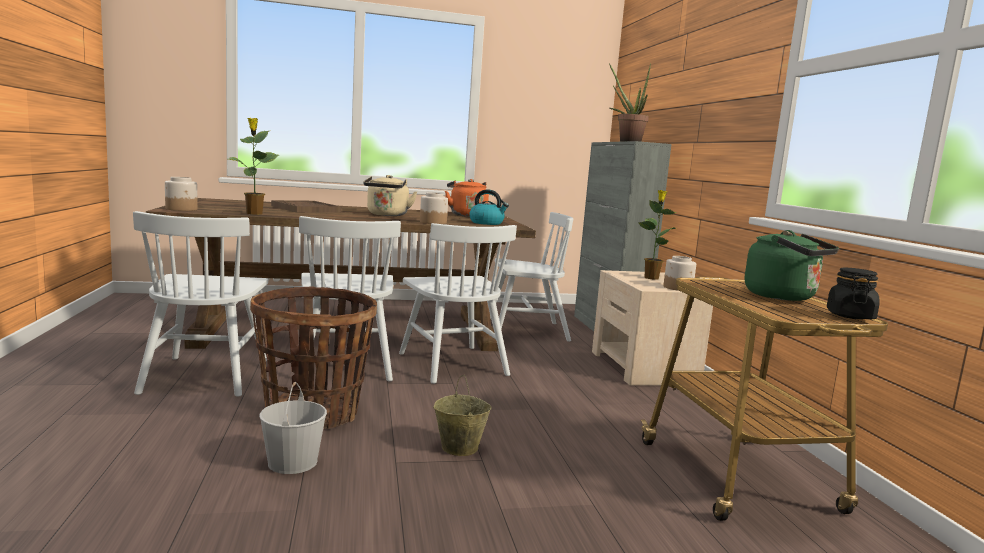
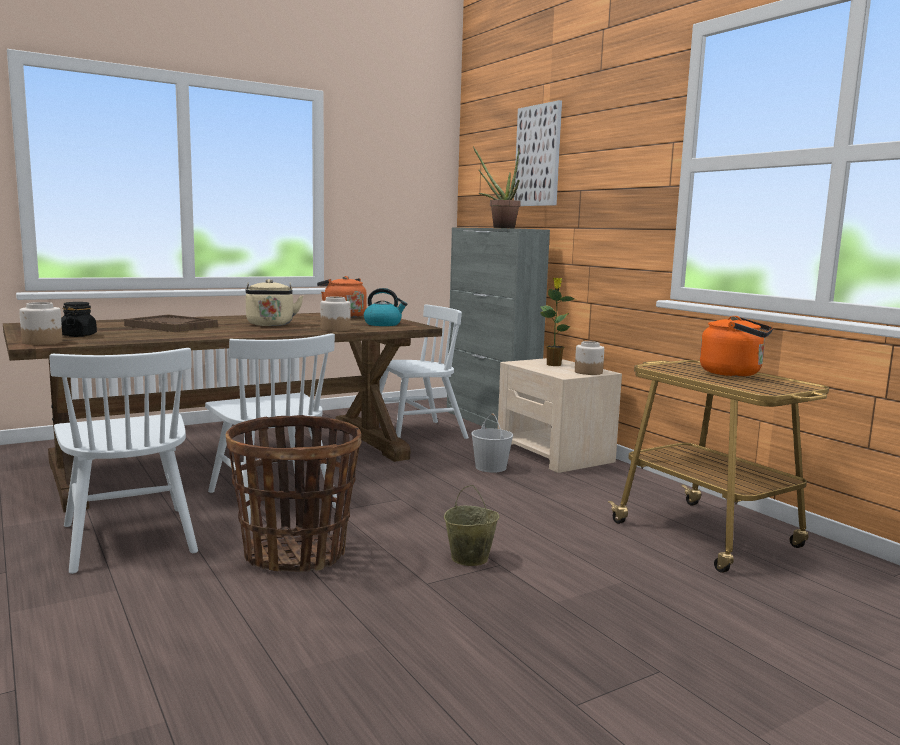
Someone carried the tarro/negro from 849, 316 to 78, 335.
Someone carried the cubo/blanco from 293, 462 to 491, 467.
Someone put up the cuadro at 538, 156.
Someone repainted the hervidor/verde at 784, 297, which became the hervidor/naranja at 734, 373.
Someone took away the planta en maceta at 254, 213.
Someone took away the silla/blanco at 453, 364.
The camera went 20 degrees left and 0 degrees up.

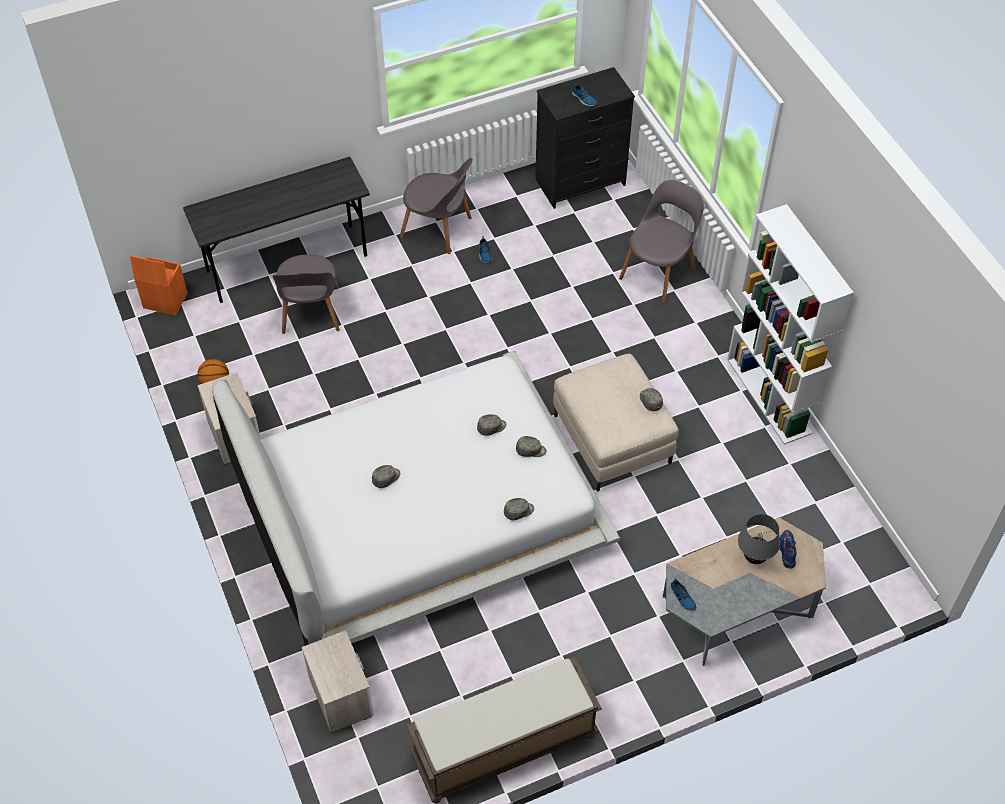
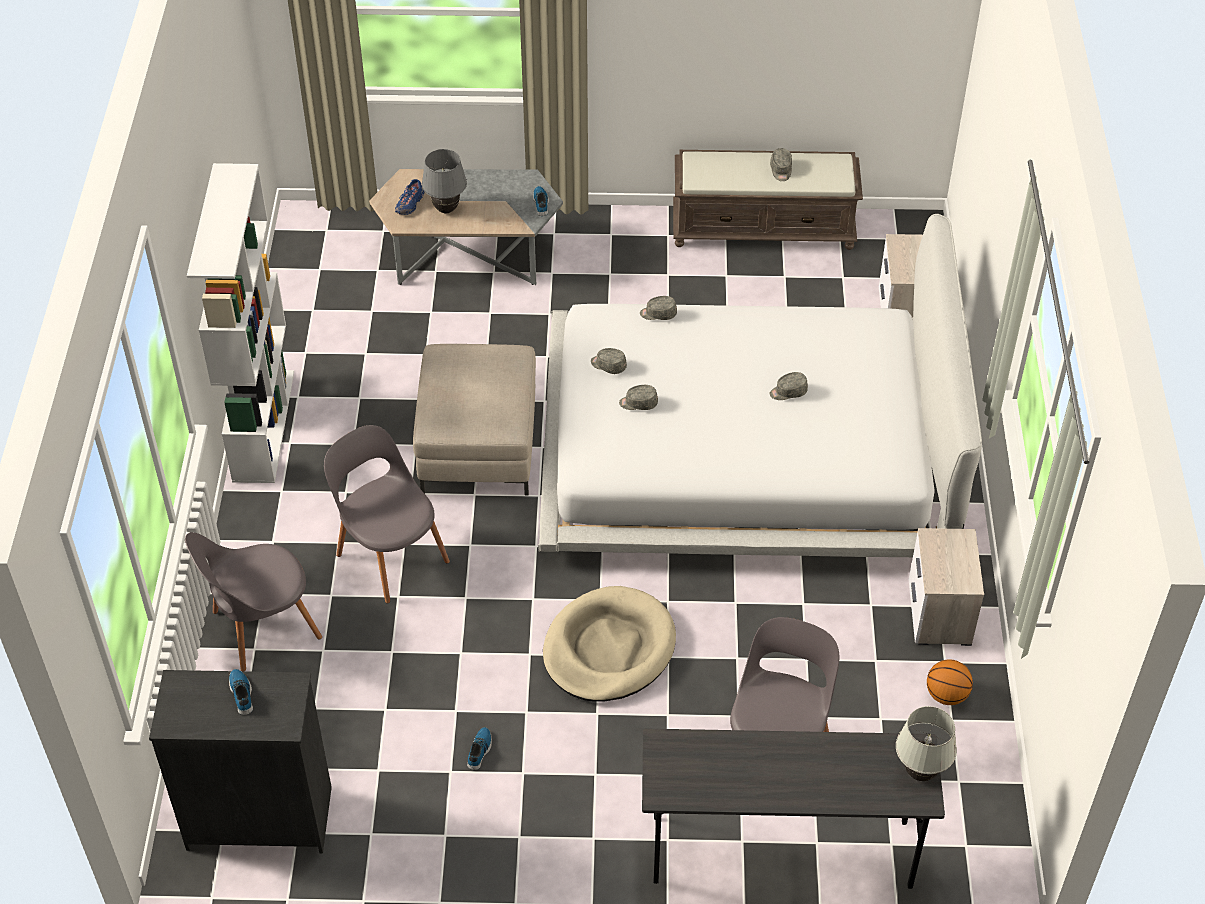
Someone carried the silla/gris from 438, 229 to 390, 554.
Someone put down the cama para perro/beis at 608, 648.
Someone carried the gorra/gris from 650, 401 to 781, 170.
Someone put down the lámpara de mesa/blanco at 919, 773.
Someone took away the caja de almacenaje/naranja at 164, 301.
The camera went 155 degrees left and 5 degrees down.

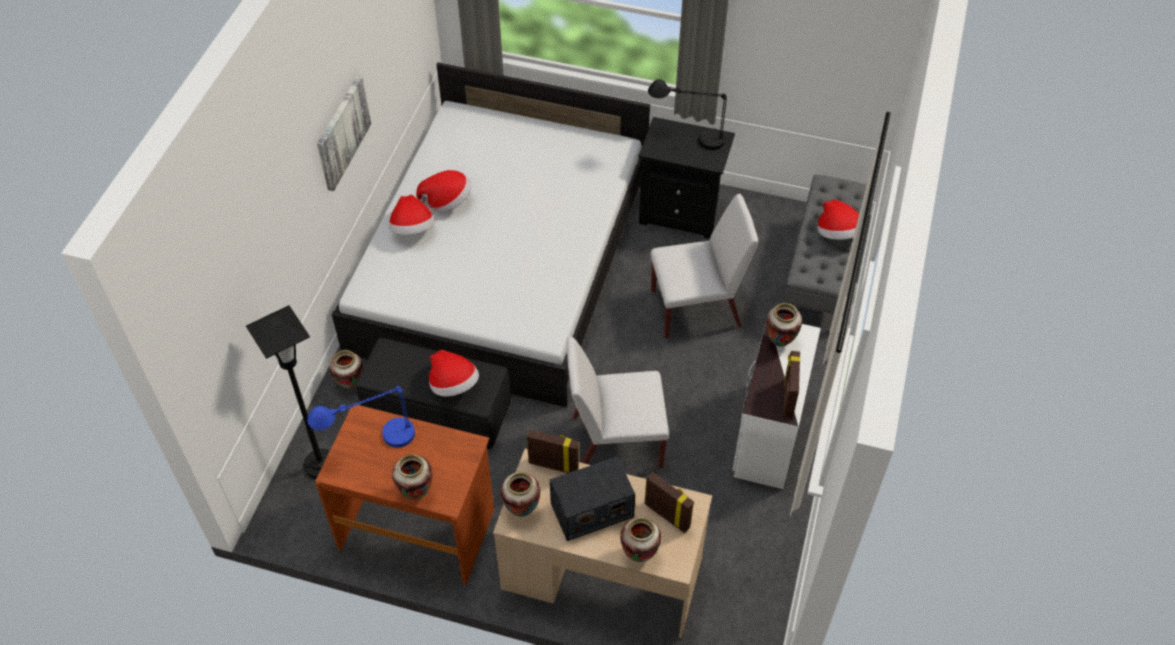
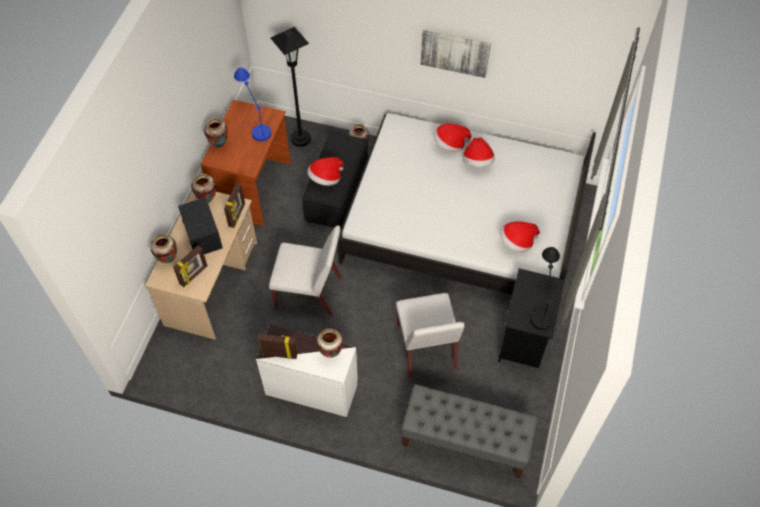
Someone rotated the silla/blanco at 615, 442 by 105 degrees clockwise.
Someone carried the sombrero from 837, 234 to 516, 242.
The camera went 90 degrees right and 5 degrees up.

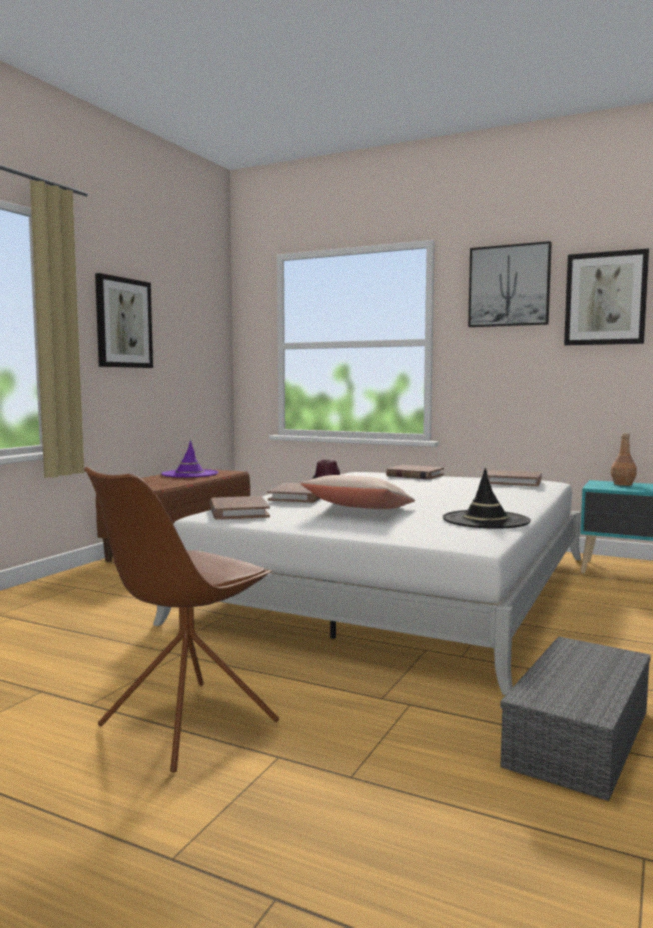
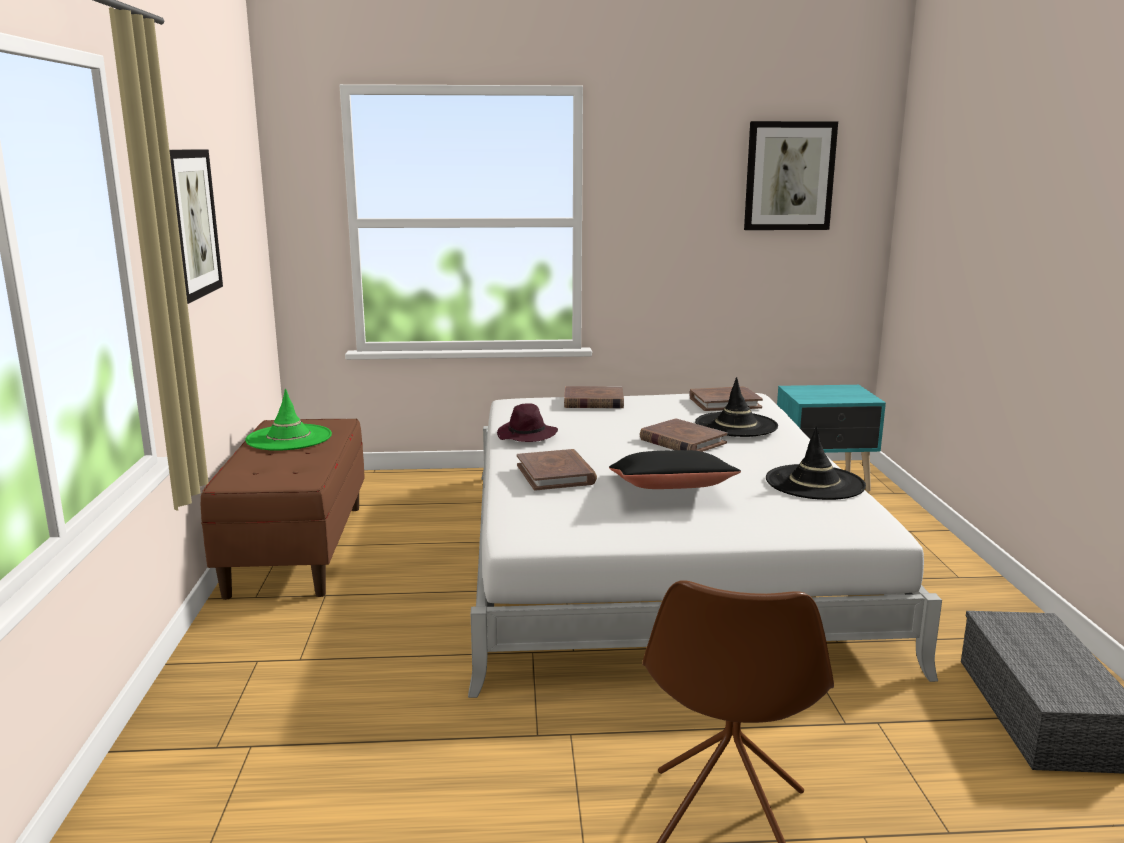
Someone repainted the sombrero/morado at 190, 474, which became the sombrero/verde at 289, 438.
Someone repainted the cojín/beis at 359, 510, which became the cojín/negro at 670, 490.
Someone carried the libro/marrón from 238, 512 to 682, 441.
Someone put down the sombrero/negro at 736, 425.
Someone took away the cuadro at 509, 286.
Someone took away the botella/marrón at 622, 484.
The camera went 30 degrees left and 10 degrees up.

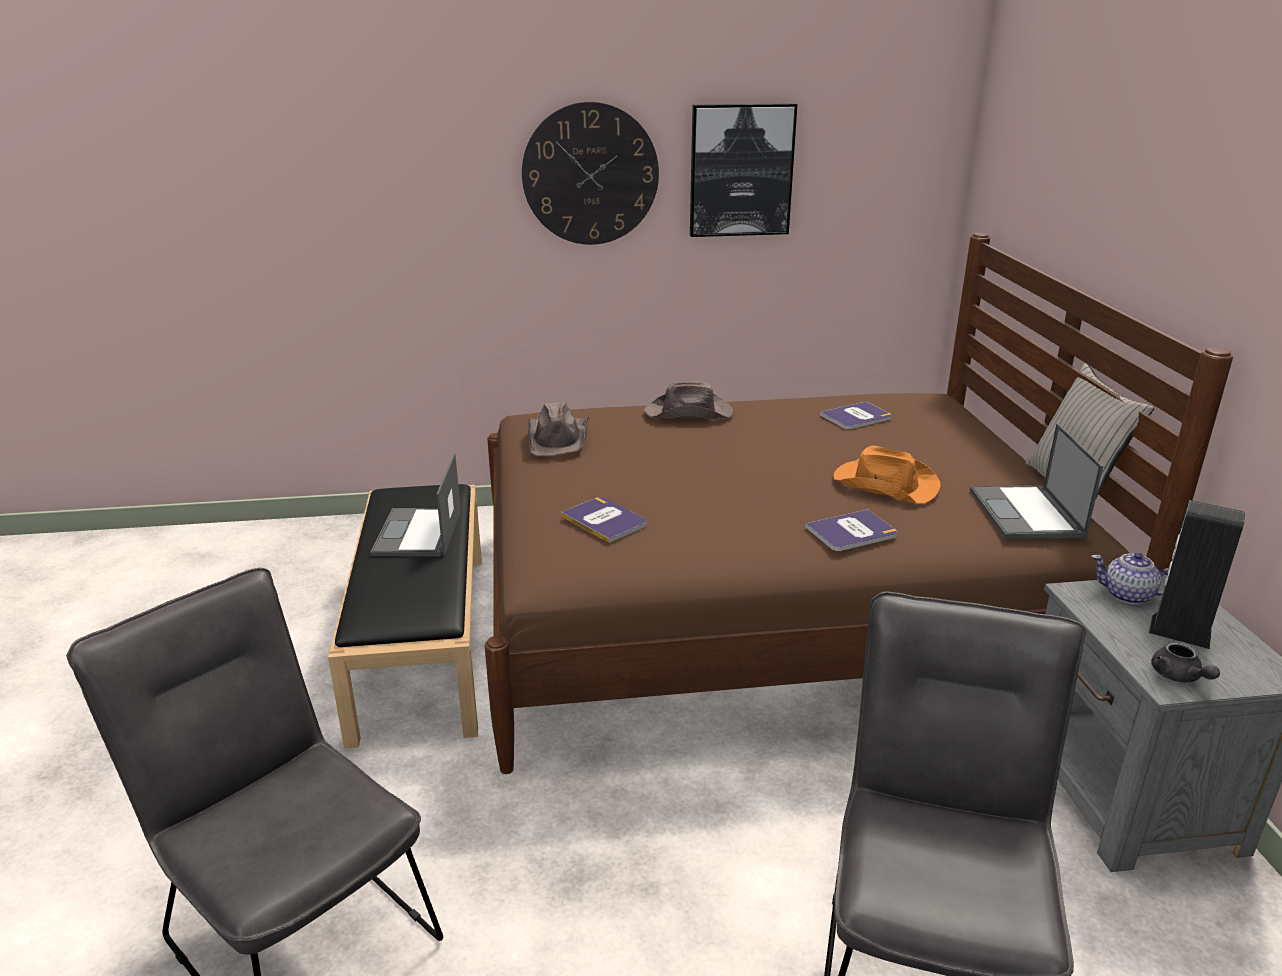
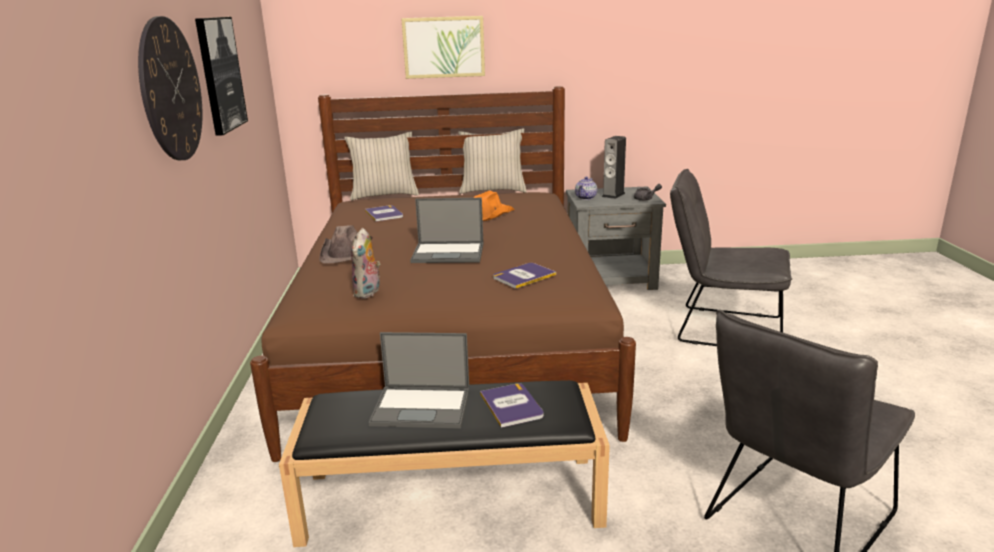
Someone put down the cojín/beis at 384, 195.
Someone swapped the sombrero/marrón at 559, 438 for the peluche at 368, 293.
Someone put up the cuadro at 444, 47.
Someone carried the portátil from 1027, 514 to 449, 253.
Someone carried the libro from 851, 532 to 511, 405.
The camera went 85 degrees left and 5 degrees down.

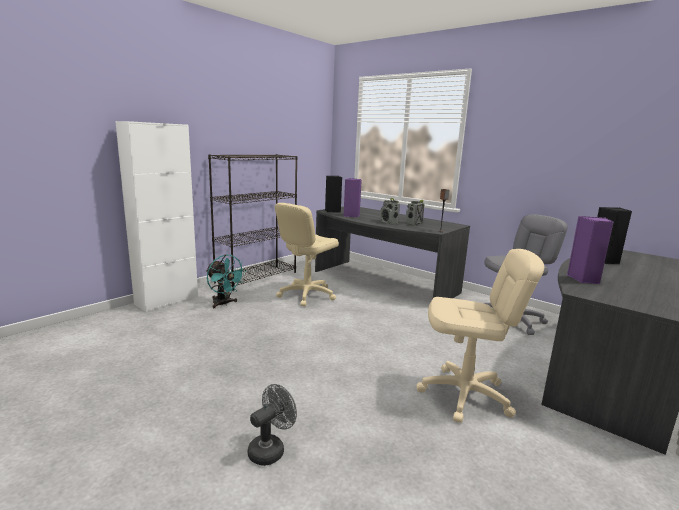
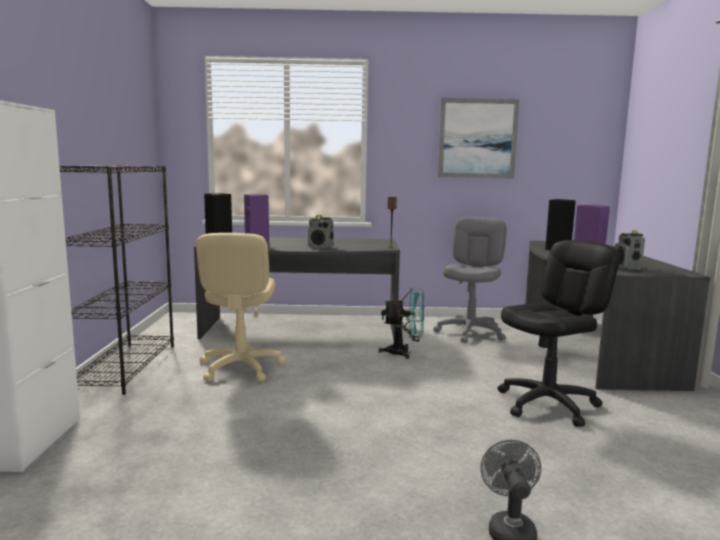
Someone carried the ventilador/turquesa from 224, 304 to 404, 352.
Someone put up the cuadro at 477, 138.
Someone repainted the silla de oficina/beis at 465, 395, which became the silla de oficina/negro at 548, 404.
Someone carried the radio from 413, 223 to 626, 268.
The camera went 40 degrees left and 5 degrees down.

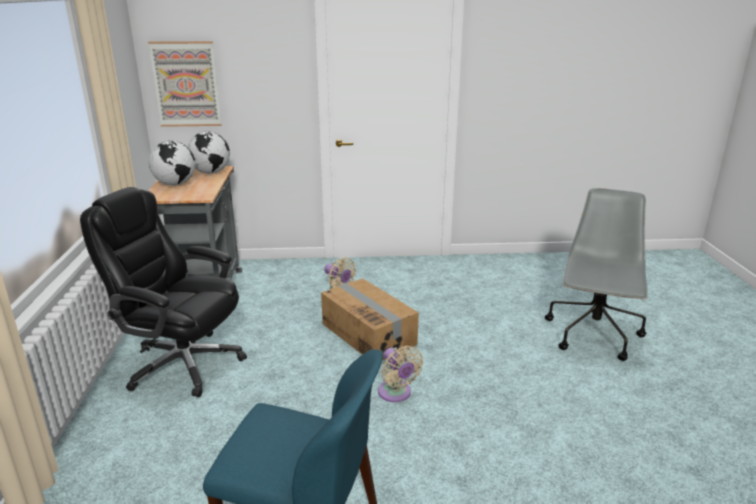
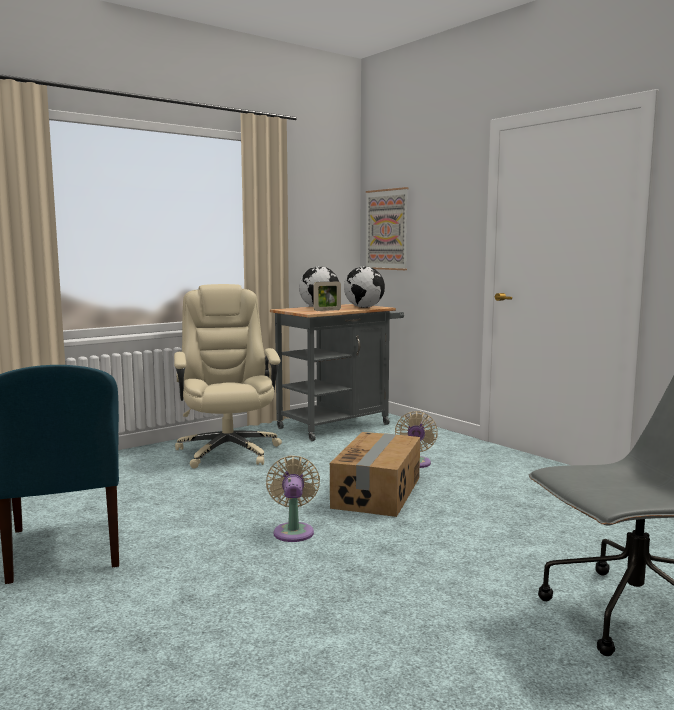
Someone repainted the silla de oficina/negro at 182, 363, which became the silla de oficina/beis at 228, 451.
Someone rotated the ventilador/beis at 396, 394 by 150 degrees clockwise.
Someone put down the portarretratos at 327, 310.
The camera went 55 degrees right and 15 degrees down.

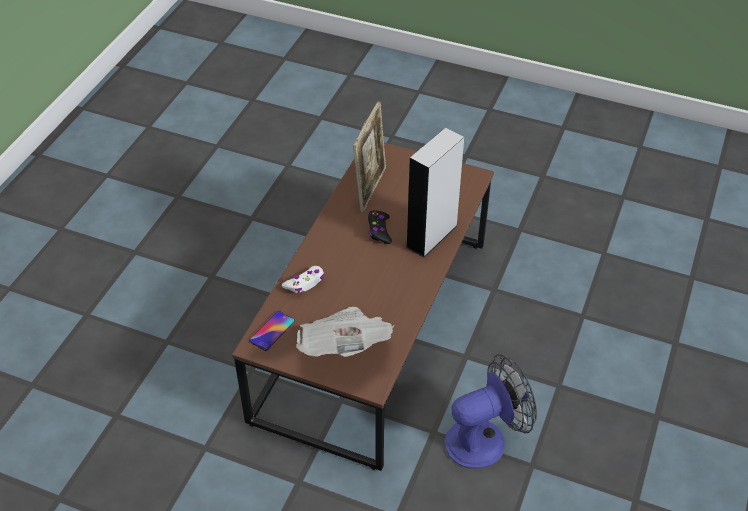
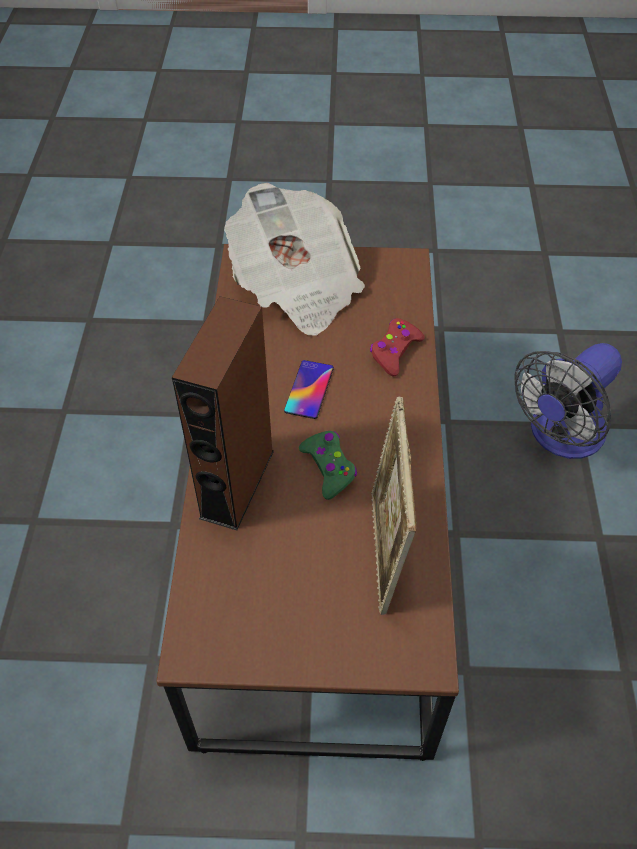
Someone repainted the altavoz/gris at 432, 236, which became the altavoz/marrón at 237, 483.
Someone carried the móvil from 272, 331 to 309, 389.
Someone repainted the mando de consola/negro at 379, 230, which became the mando de consola/verde at 329, 468.
Someone repainted the mando de consola/blanco at 305, 283, which became the mando de consola/rojo at 395, 351.
Someone carried the ventilador from 485, 439 to 559, 437.
The camera went 160 degrees right and 5 degrees up.

